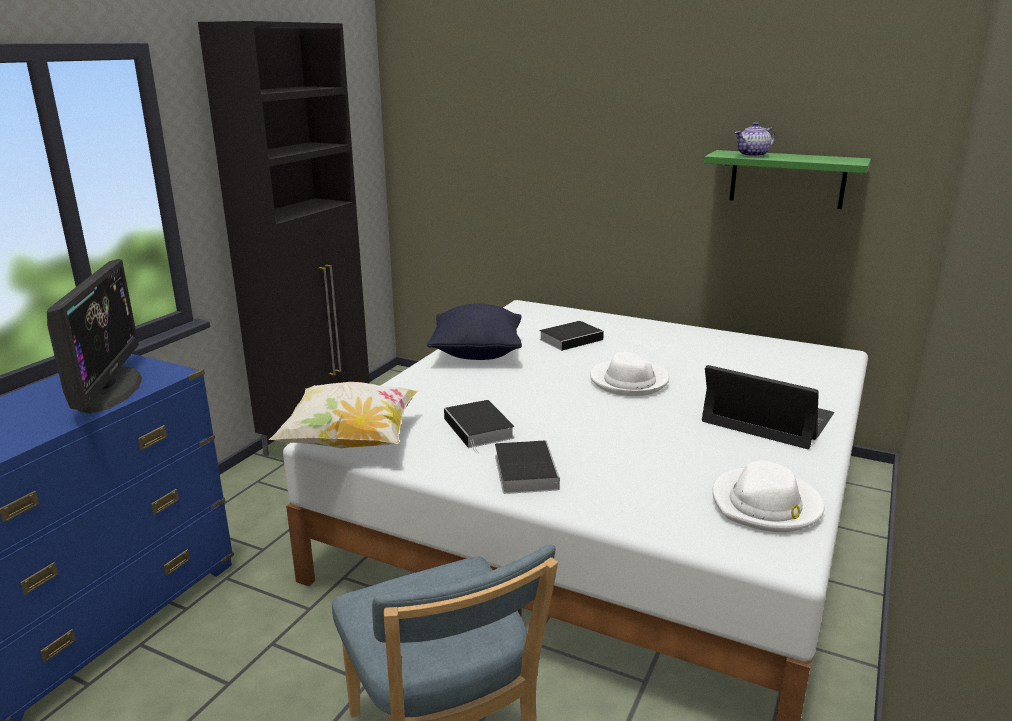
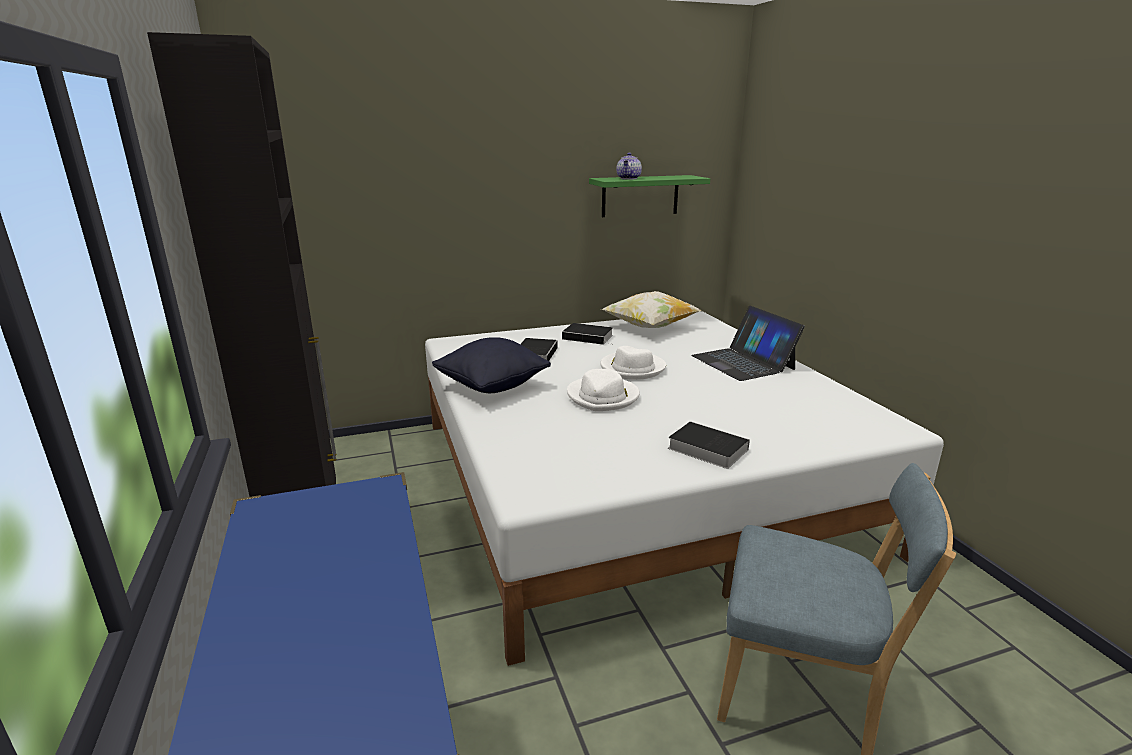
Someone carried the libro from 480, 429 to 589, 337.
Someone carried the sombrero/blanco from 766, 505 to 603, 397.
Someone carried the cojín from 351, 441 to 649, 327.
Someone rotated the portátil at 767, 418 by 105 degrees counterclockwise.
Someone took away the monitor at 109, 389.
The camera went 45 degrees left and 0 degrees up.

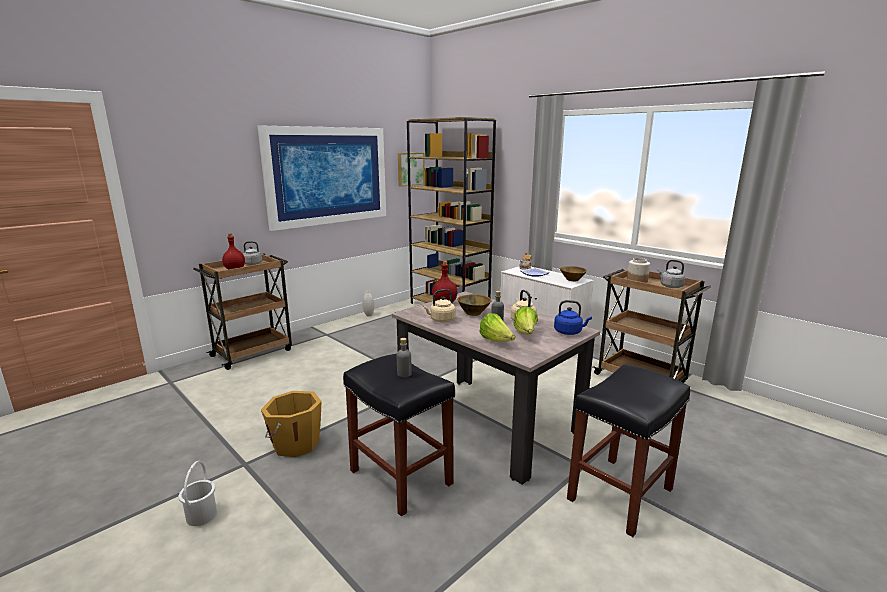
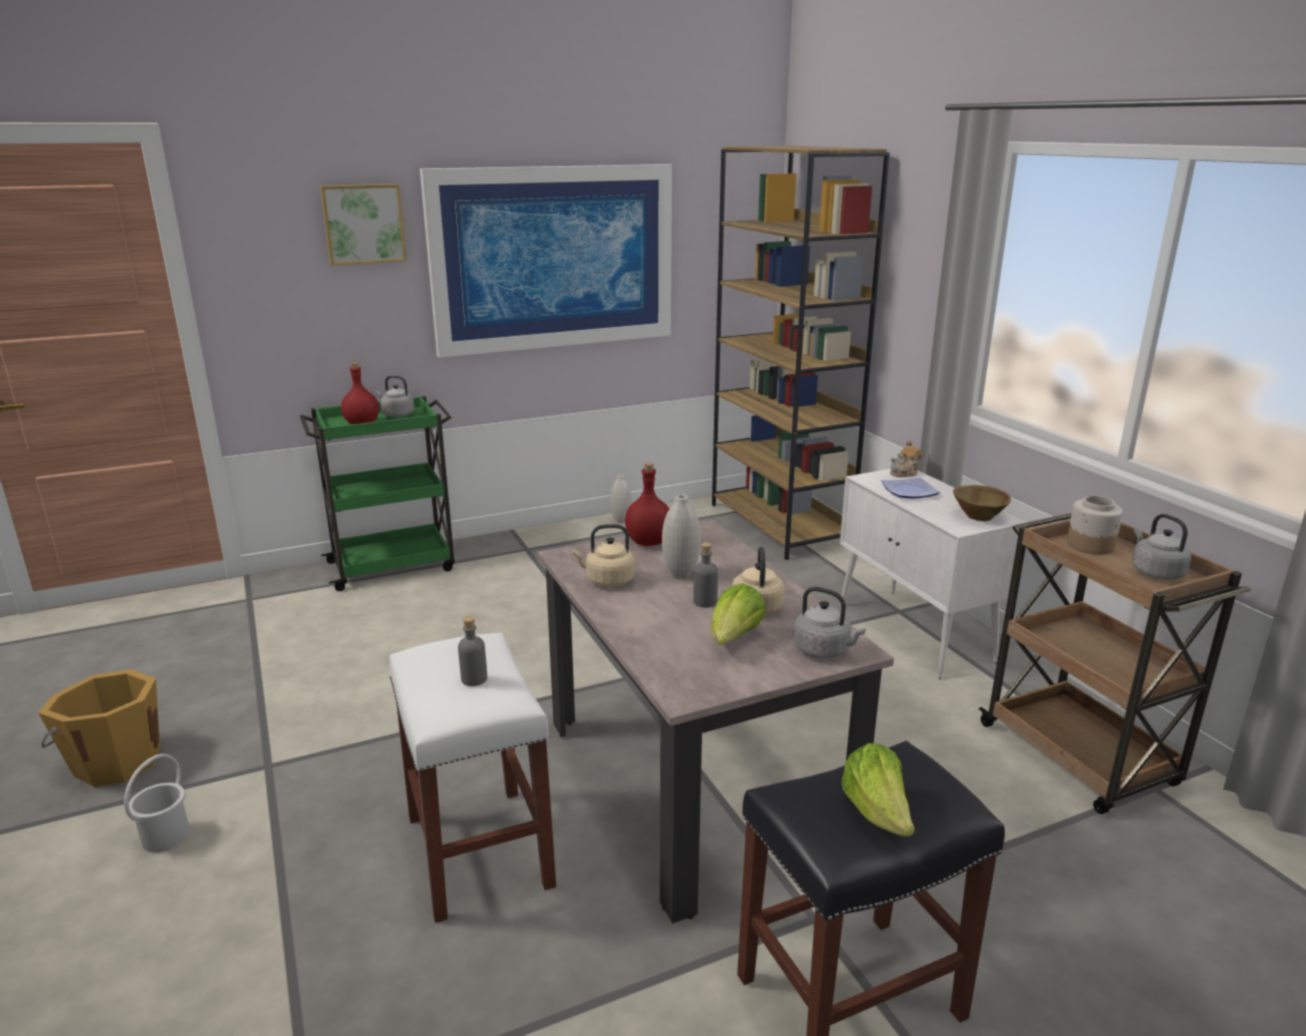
Someone carried the cubo/naranja from 295, 444 to 117, 761.
Someone repainted the carrito/marrón at 253, 352, which became the carrito/verde at 394, 565.
Someone carried the cuadro from 410, 169 to 363, 224.
Someone repainted the taburete/negro at 399, 477, which became the taburete/blanco at 477, 850.
Someone swapped the cuenco/marrón at 474, 313 for the florero/blanco at 680, 574.
Someone repainted the hervidor/azul at 569, 332, which became the hervidor/gris at 824, 650.
Someone carried the lechuga from 496, 341 to 878, 814.
The camera went 20 degrees right and 5 degrees up.

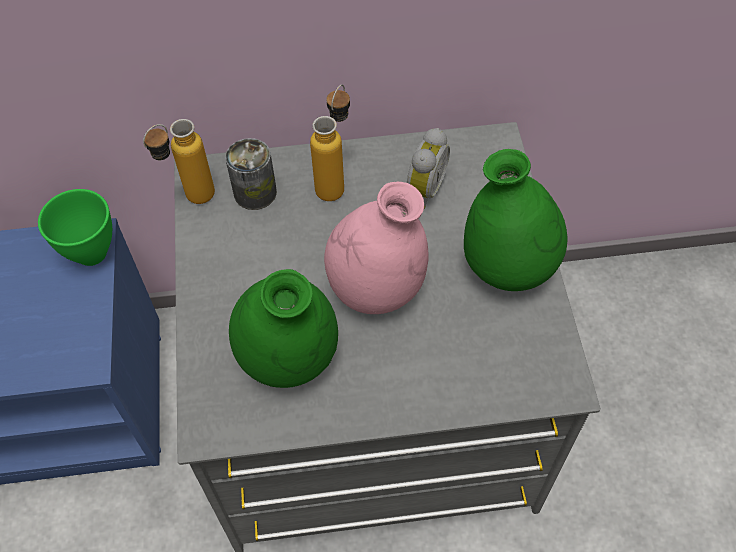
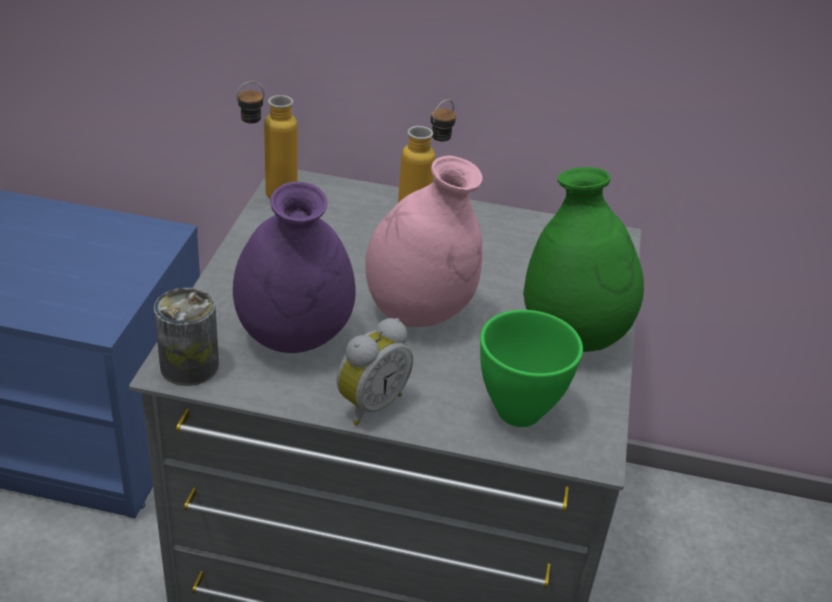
Someone carried the lata from 255, 192 to 189, 366.
Someone repainted the florero/verde at 288, 358, which became the florero/morado at 293, 338.
Someone carried the despertador from 423, 189 to 369, 404.
Someone carried the cuenco/verde from 92, 252 to 520, 410.
The camera went 15 degrees right and 20 degrees down.

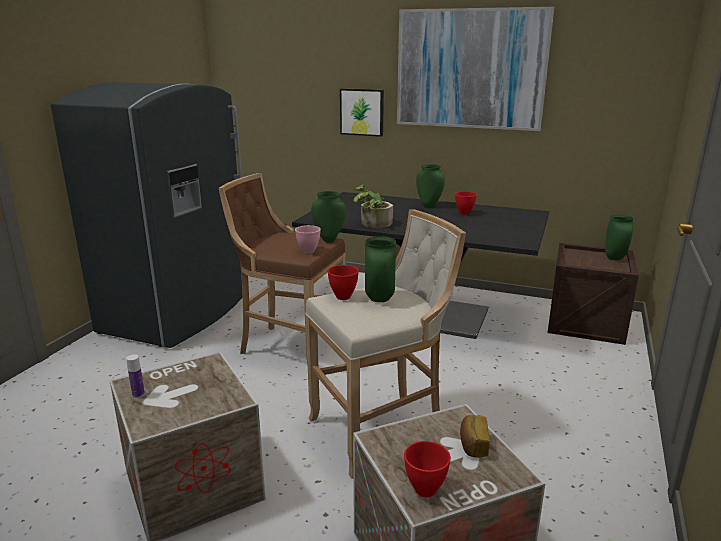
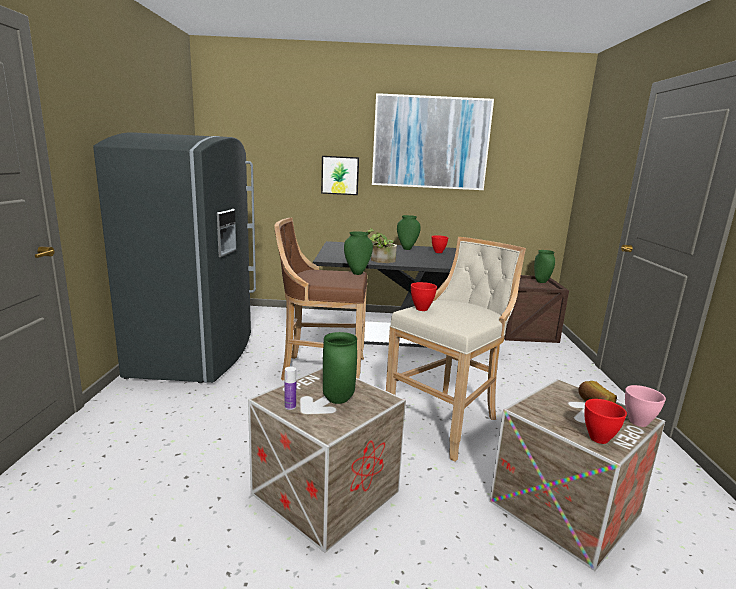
Someone carried the florero/verde from 380, 299 to 339, 400.
Someone carried the cuenco/rosa from 308, 252 to 639, 423.
The camera went 20 degrees left and 5 degrees down.

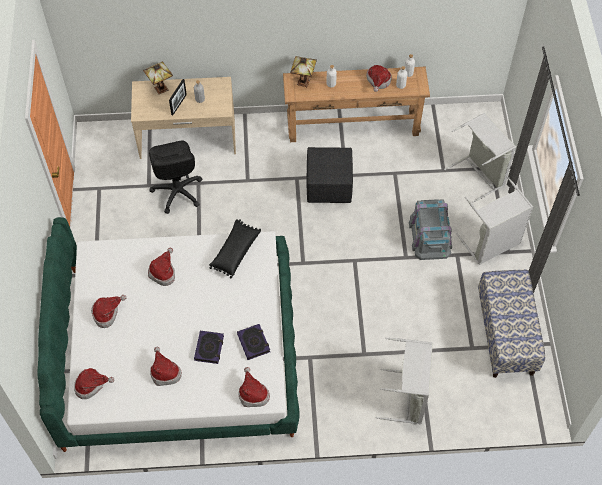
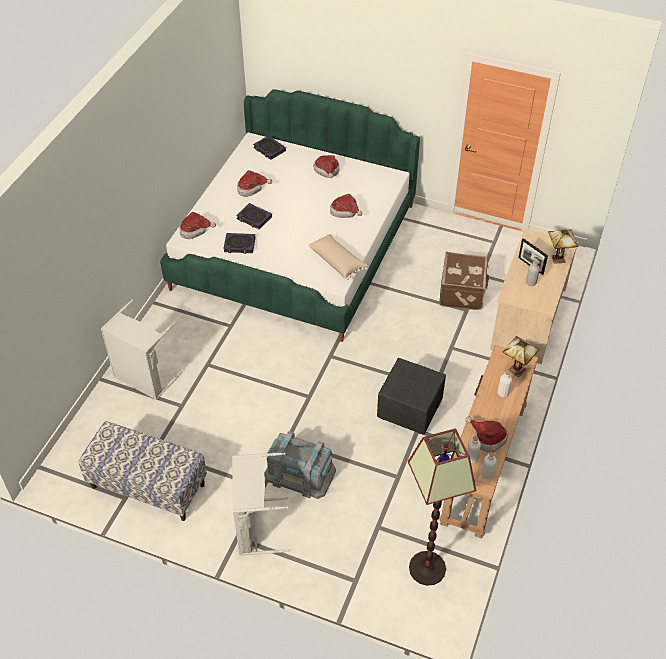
Someone swapped the sombrero at 91, 385 for the libro at 269, 149.
Someone repainted the cojín/negro at 235, 252, which became the cojín/beis at 338, 261.
Someone put down the lámpara de pie at 427, 568.
Someone swapped the silla de oficina/negro at 177, 192 for the maleta/marrón at 463, 292.
Someone took away the cesto de la ropa/gris at 479, 175.
The camera went 115 degrees right and 10 degrees down.

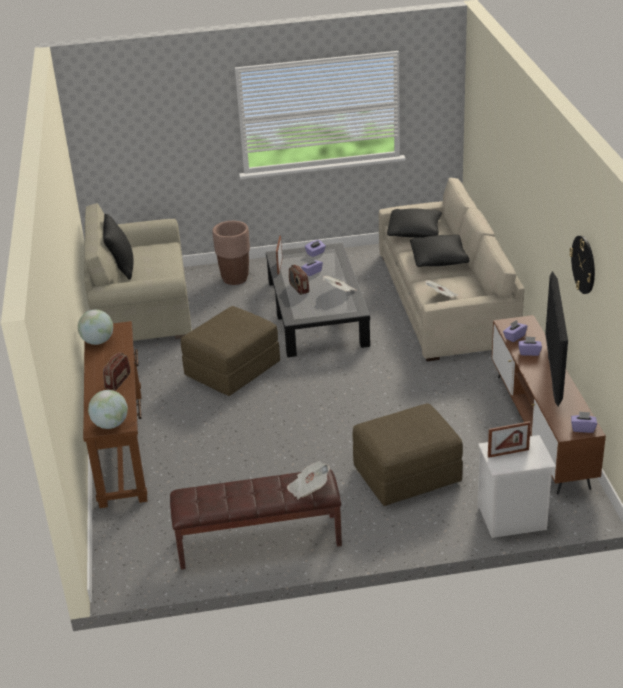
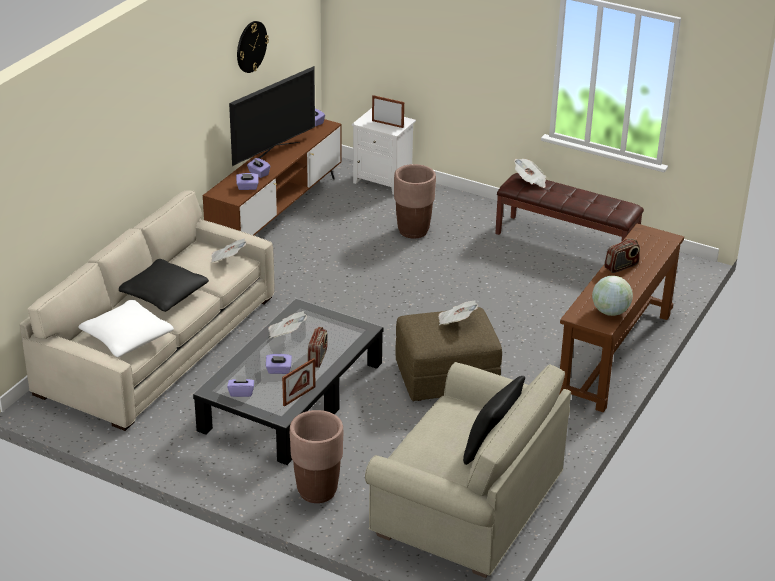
Someone repainted the cojín/negro at 414, 231, which became the cojín/blanco at 127, 338.
Someone swapped the puf/marrón at 406, 475 for the maceta/marrón at 413, 231.
Someone put down the periódico at 456, 321.
Someone took away the globo terráqueo at 110, 425.
The camera went 145 degrees left and 0 degrees up.

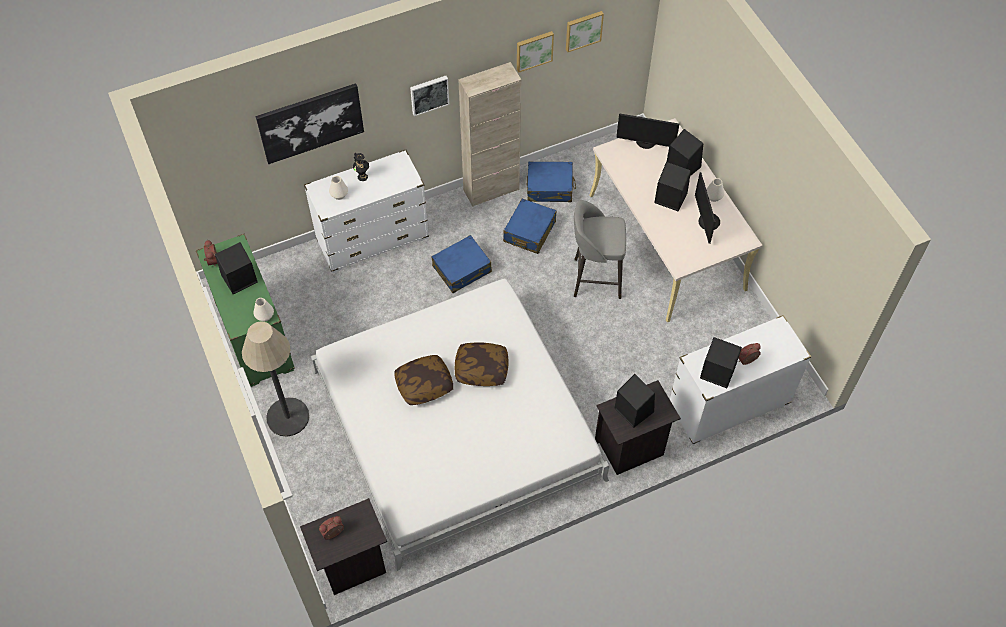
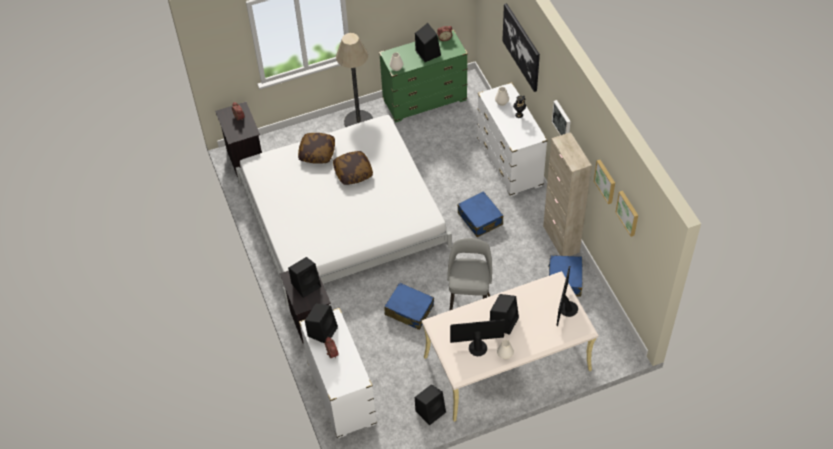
Someone carried the cojín from 481, 369 to 317, 153.
Someone carried the maleta/azul from 529, 232 to 409, 310.
Someone carried the altavoz/negro from 682, 166 to 431, 411.
The camera went 95 degrees right and 5 degrees down.

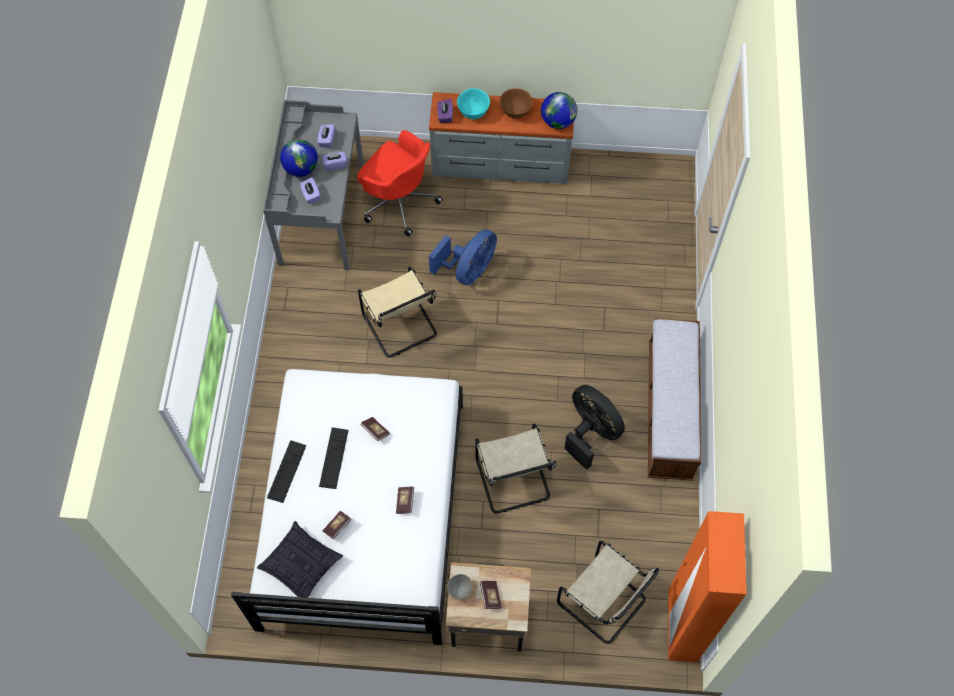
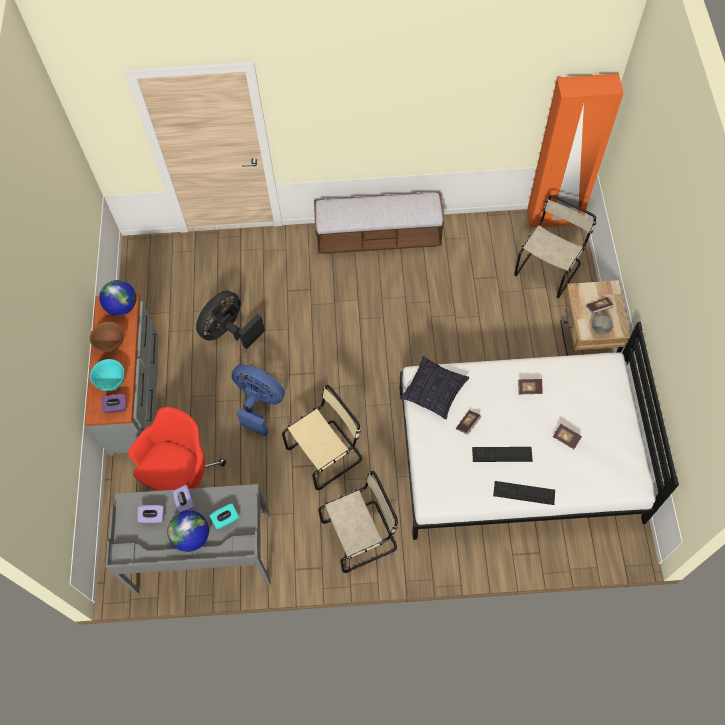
Someone carried the ventilador/negro from 591, 432 to 229, 331.
Someone repainted the caja de pañuelos/morado at 311, 195, which became the caja de pañuelos/turquesa at 226, 519.
Someone carried the silla/beis from 513, 481 to 362, 535.
Someone carried the cojín from 301, 565 to 433, 391.
The camera went 95 degrees left and 0 degrees up.

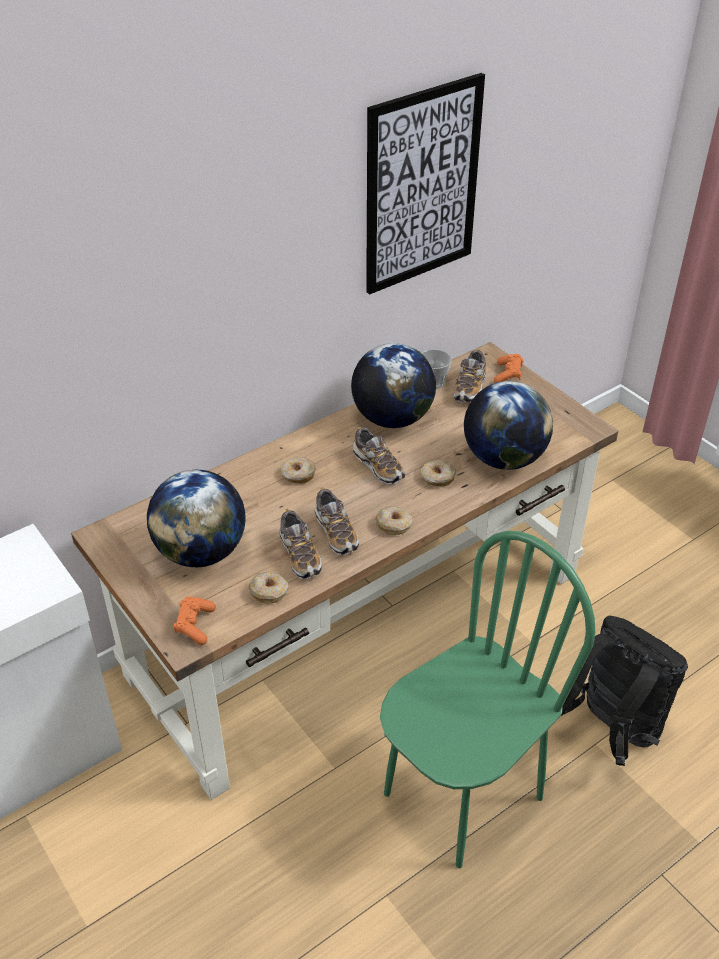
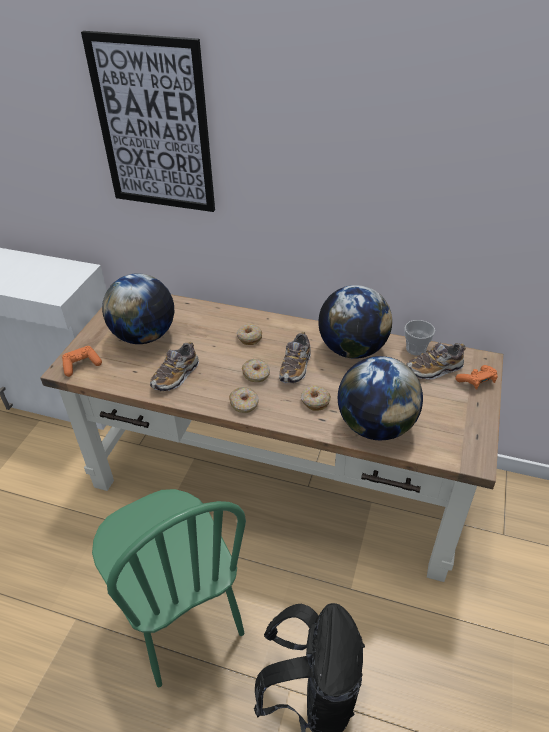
Someone carried the cuadro from 421, 186 to 154, 126.
Someone rotated the silla/verde at 462, 794 by 45 degrees clockwise.
Someone carried the rosquilla from 269, 592 to 256, 374.
Someone took away the zapato at 336, 532.
The camera went 55 degrees right and 0 degrees up.

